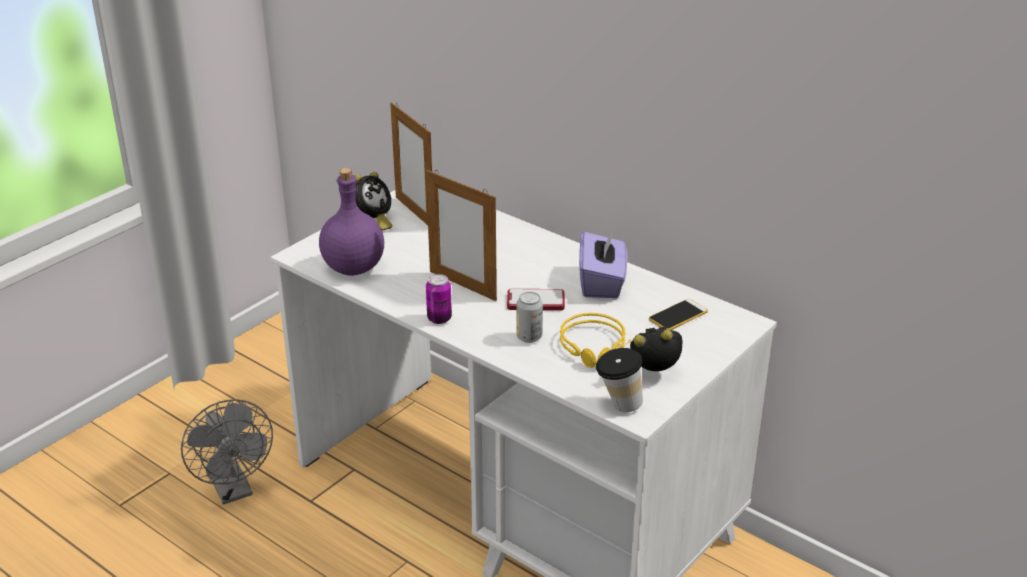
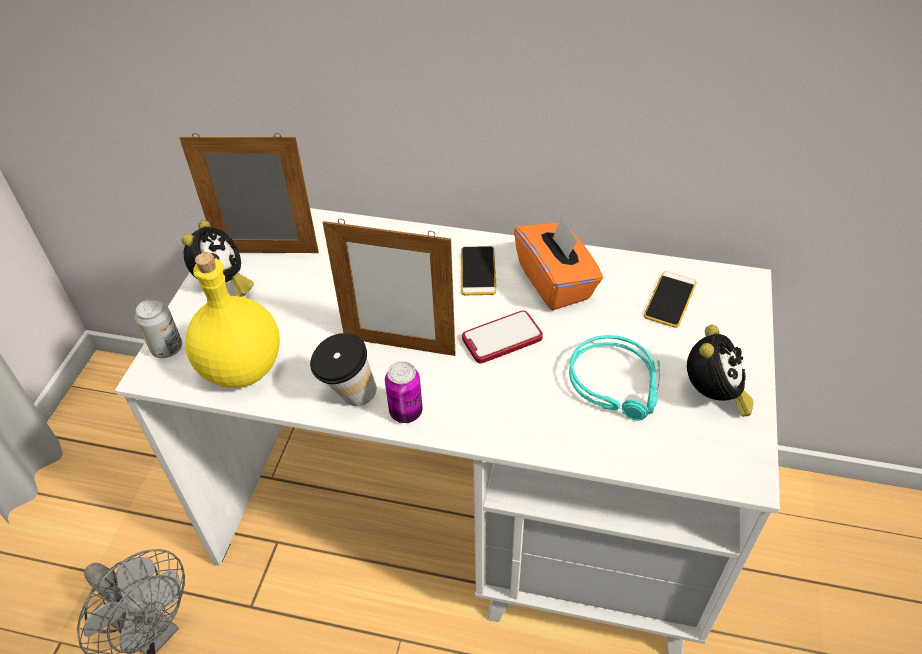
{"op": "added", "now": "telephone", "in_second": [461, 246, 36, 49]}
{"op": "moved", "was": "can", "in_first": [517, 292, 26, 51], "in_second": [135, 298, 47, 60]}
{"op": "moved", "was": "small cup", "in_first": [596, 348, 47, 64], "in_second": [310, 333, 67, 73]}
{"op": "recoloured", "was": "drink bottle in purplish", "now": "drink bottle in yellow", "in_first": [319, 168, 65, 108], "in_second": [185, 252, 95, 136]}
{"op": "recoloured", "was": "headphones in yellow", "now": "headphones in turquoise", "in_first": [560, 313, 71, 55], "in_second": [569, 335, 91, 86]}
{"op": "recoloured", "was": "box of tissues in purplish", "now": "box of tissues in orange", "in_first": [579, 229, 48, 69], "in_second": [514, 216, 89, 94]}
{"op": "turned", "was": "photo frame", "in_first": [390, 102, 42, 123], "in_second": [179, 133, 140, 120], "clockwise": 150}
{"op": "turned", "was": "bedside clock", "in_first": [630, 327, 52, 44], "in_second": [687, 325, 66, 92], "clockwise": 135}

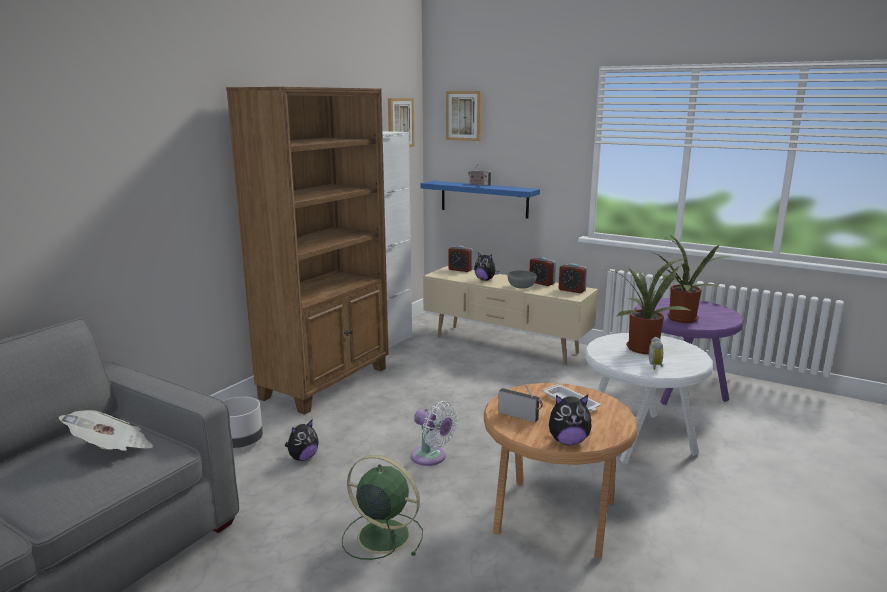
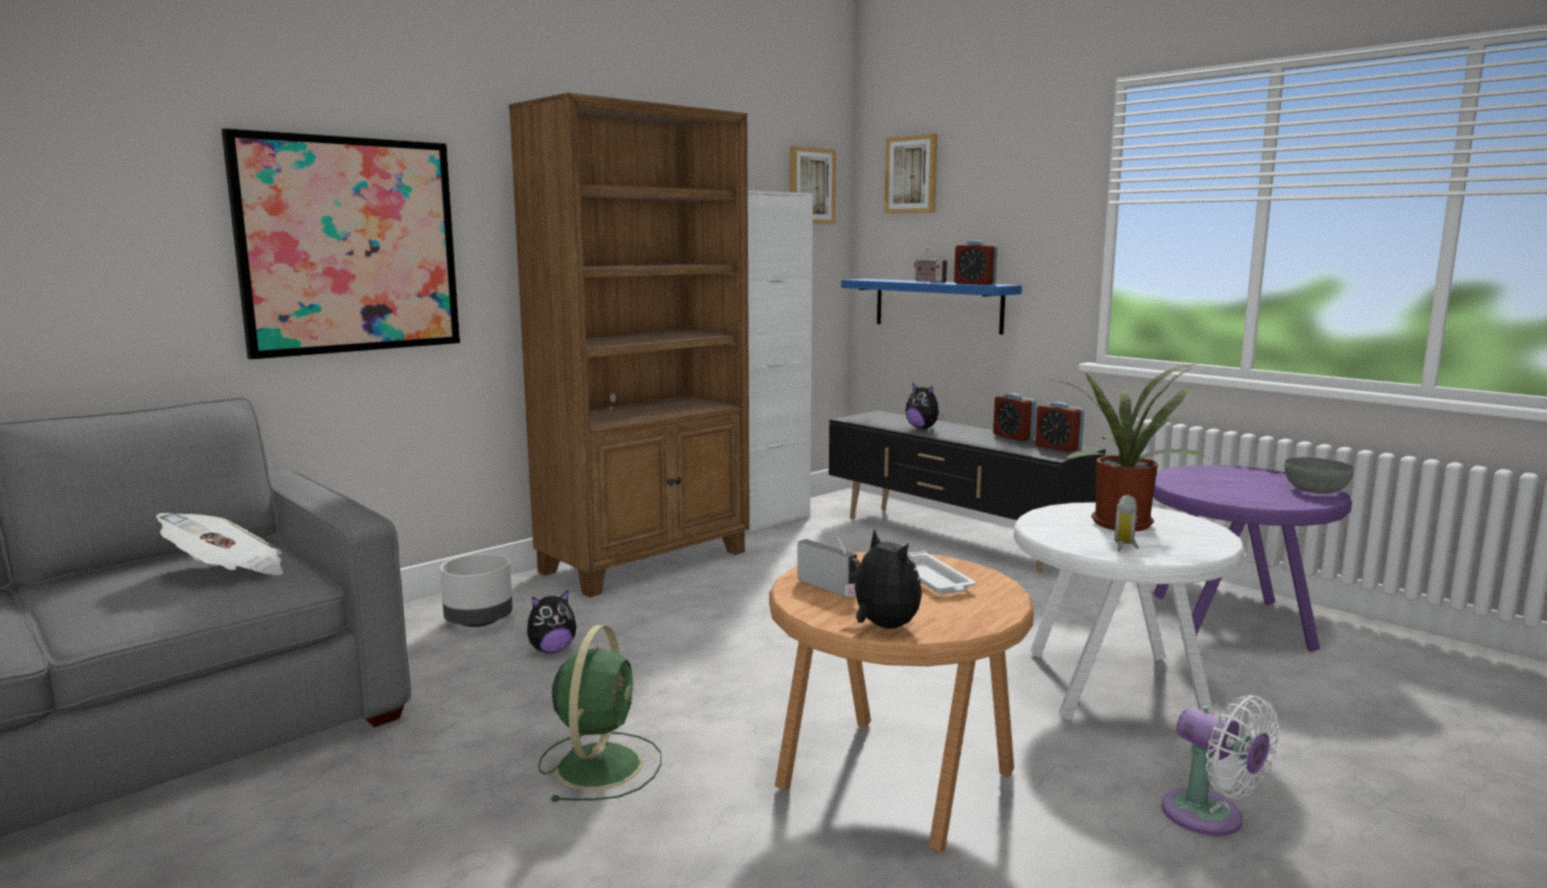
{"op": "removed", "was": "potted plant", "in_first": [654, 234, 74, 89]}
{"op": "added", "now": "wall picture", "in_second": [221, 128, 239, 231]}
{"op": "moved", "was": "electric fan in whitish", "in_first": [411, 401, 46, 65], "in_second": [1161, 695, 118, 141]}
{"op": "moved", "was": "bedside clock", "in_first": [448, 246, 25, 26], "in_second": [954, 240, 43, 45]}
{"op": "moved", "was": "deep dish in gray", "in_first": [508, 270, 29, 19], "in_second": [1284, 457, 70, 37]}
{"op": "recoloured", "was": "media console in sand-coloured", "now": "media console in black", "in_first": [423, 266, 175, 99], "in_second": [829, 411, 277, 161]}
{"op": "turned", "was": "electric fan in green-coloured", "in_first": [342, 455, 81, 105], "in_second": [538, 625, 124, 177], "clockwise": 60}
{"op": "turned", "was": "cuddly toy", "in_first": [549, 395, 43, 50], "in_second": [845, 529, 77, 100], "clockwise": -135}

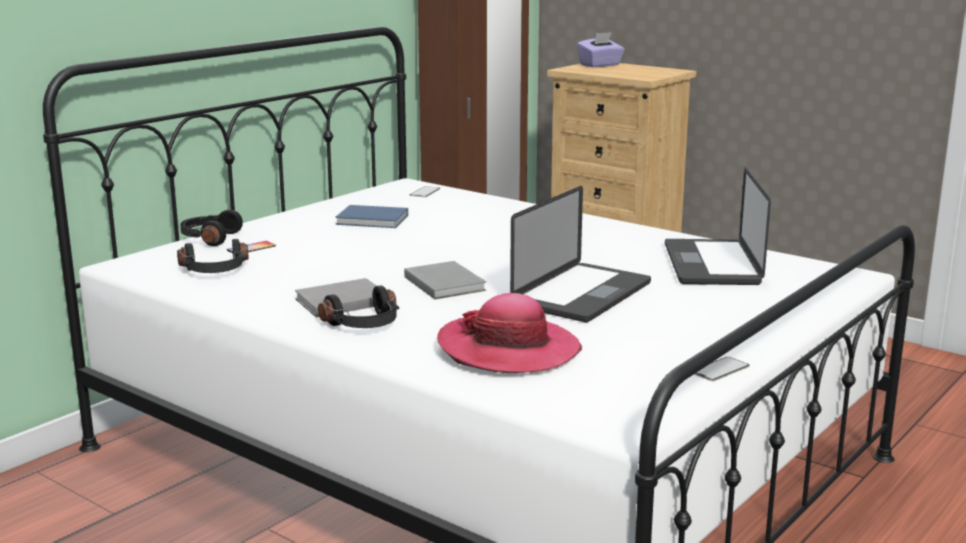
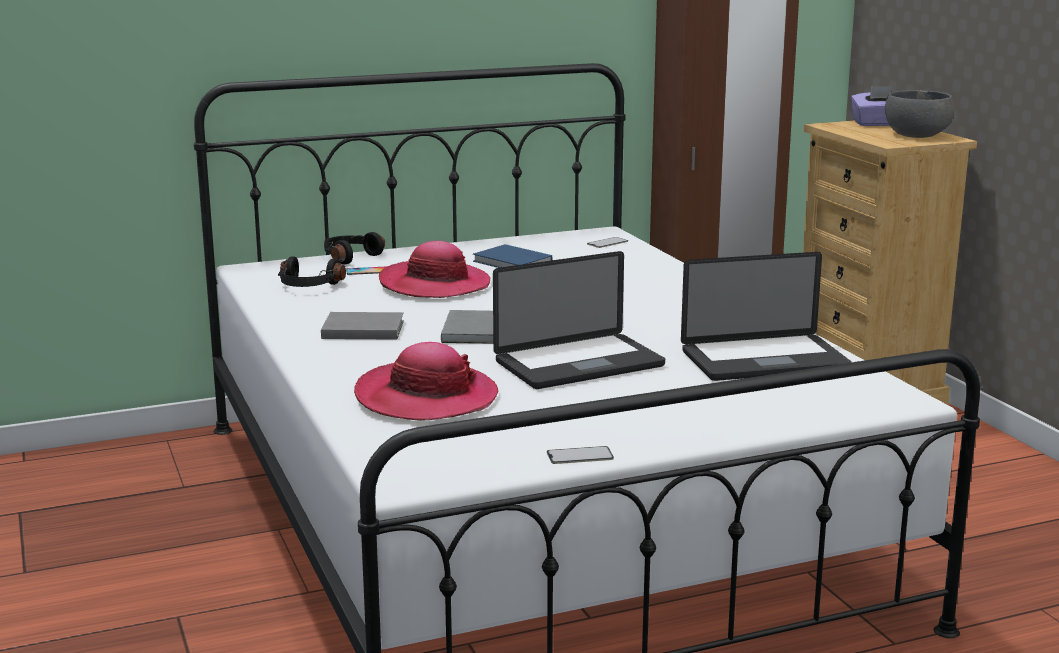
{"op": "removed", "was": "headphones in black", "in_first": [318, 286, 81, 42]}
{"op": "added", "now": "clothing hat", "in_second": [379, 241, 111, 57]}
{"op": "added", "now": "deep dish in gray", "in_second": [885, 90, 69, 48]}
{"op": "turned", "was": "laptop", "in_first": [665, 168, 106, 117], "in_second": [681, 252, 171, 129], "clockwise": -135}

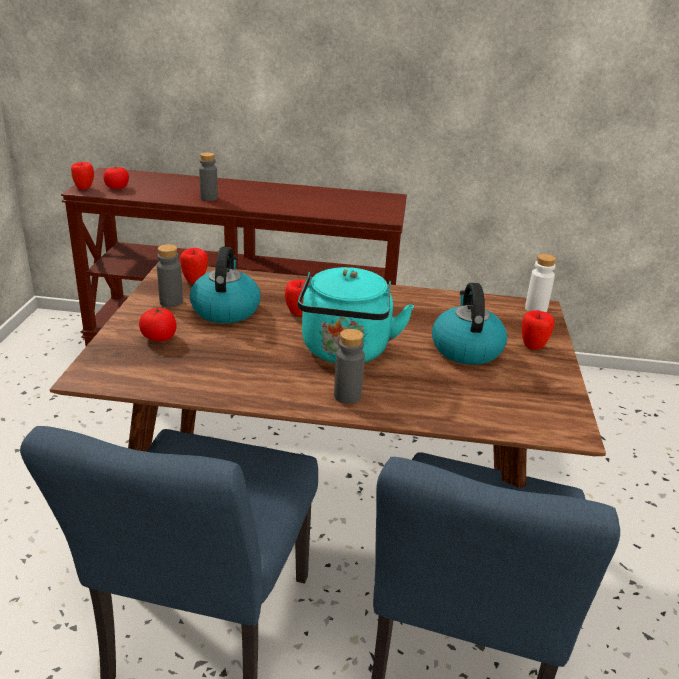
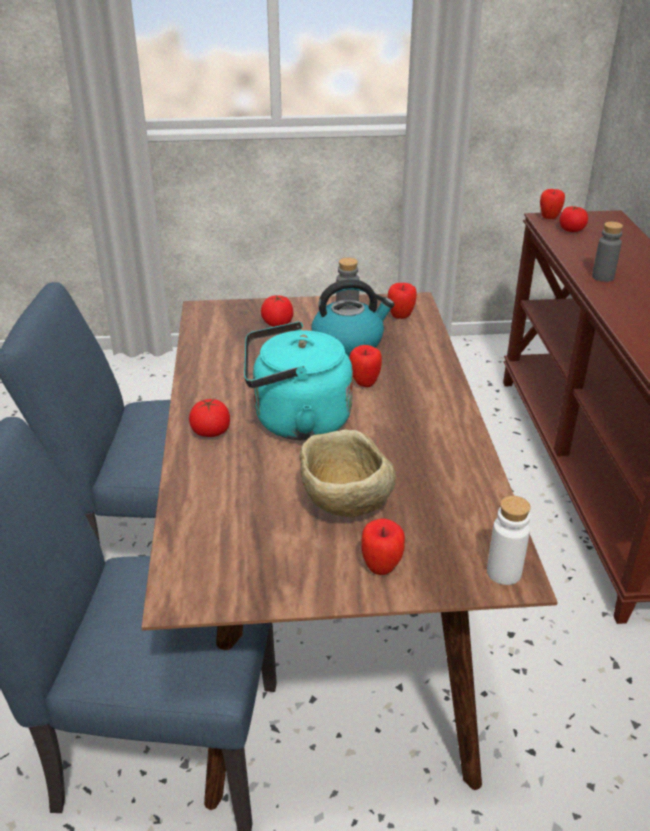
{"op": "replaced", "was": "drink bottle in gray", "now": "whole tomato", "in_first": [334, 329, 31, 75], "in_second": [189, 399, 41, 38]}
{"op": "replaced", "was": "kettle", "now": "deep dish in sand-coloured", "in_first": [432, 283, 75, 82], "in_second": [300, 429, 96, 88]}

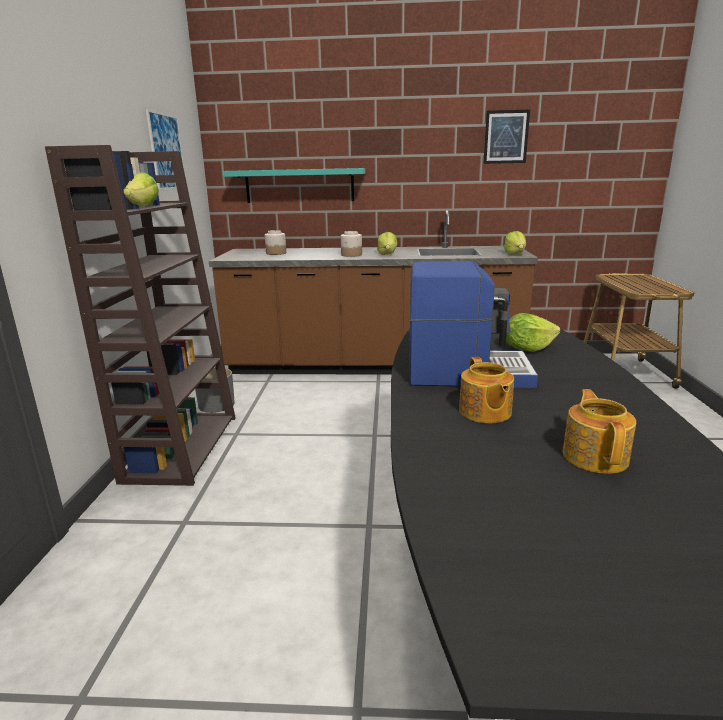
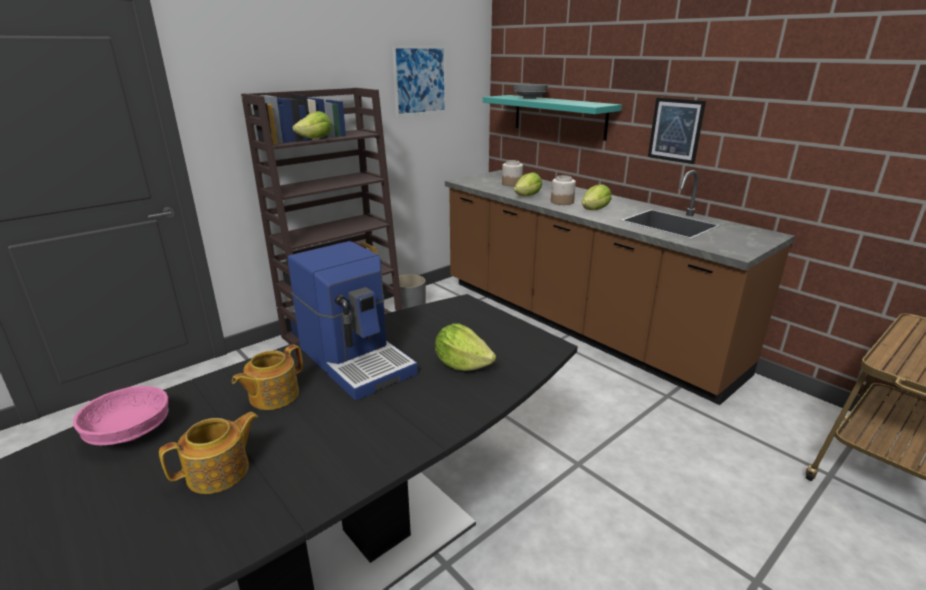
{"op": "added", "now": "deep dish in pinkish", "in_second": [73, 386, 96, 59]}
{"op": "added", "now": "deep dish in gray", "in_second": [513, 84, 35, 15]}
{"op": "moved", "was": "wall picture", "in_first": [483, 110, 47, 54], "in_second": [648, 98, 58, 66]}
{"op": "moved", "was": "lettuce", "in_first": [504, 231, 22, 24], "in_second": [514, 172, 28, 24]}

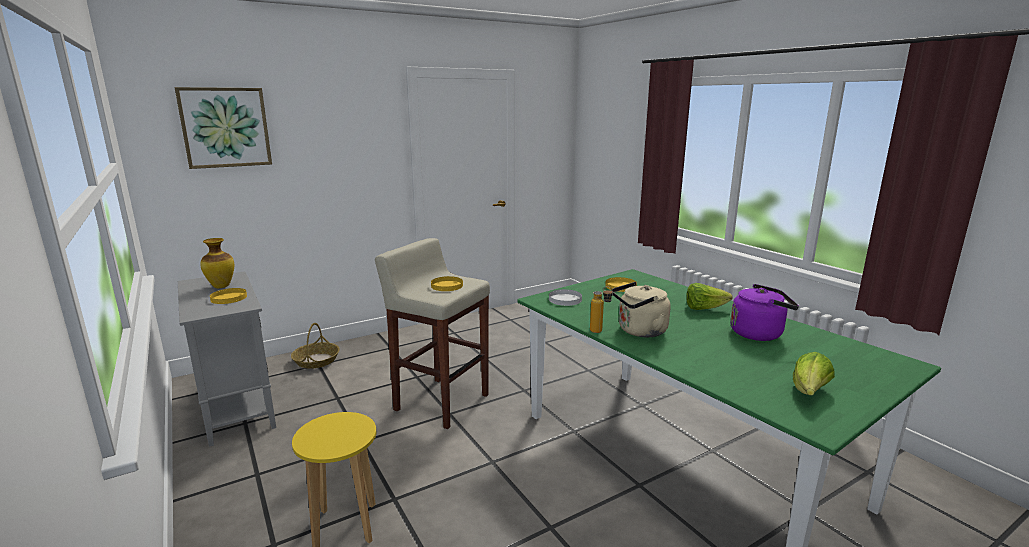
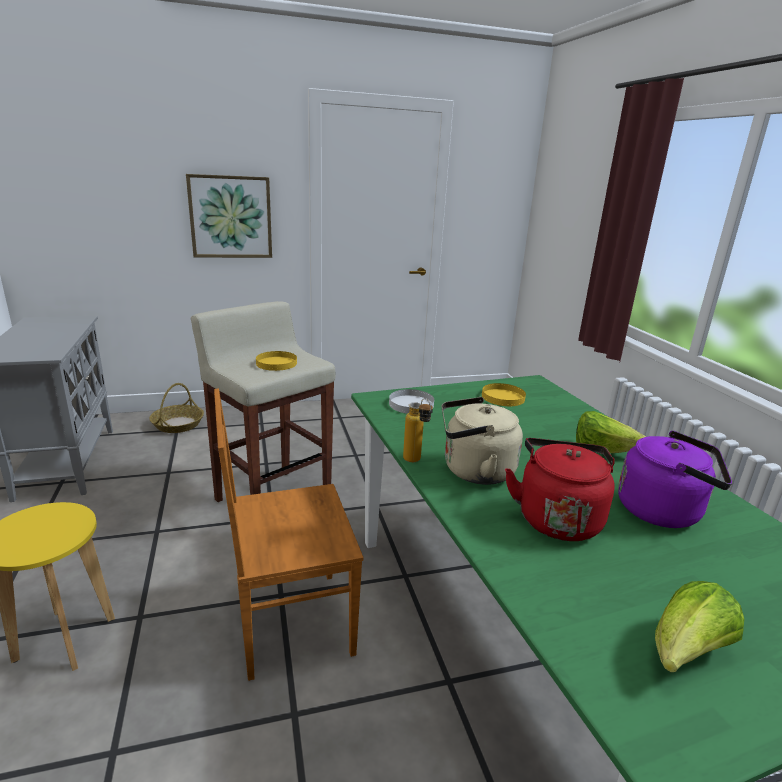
{"op": "removed", "was": "vase", "in_first": [200, 238, 34, 50]}
{"op": "removed", "was": "flat dish in yellow", "in_first": [210, 288, 37, 16]}
{"op": "added", "now": "upright chair in brown", "in_second": [214, 388, 149, 293]}
{"op": "added", "now": "kettle in reddish", "in_second": [505, 438, 110, 103]}
{"op": "moved", "was": "wall picture", "in_first": [175, 87, 97, 82], "in_second": [186, 174, 86, 84]}

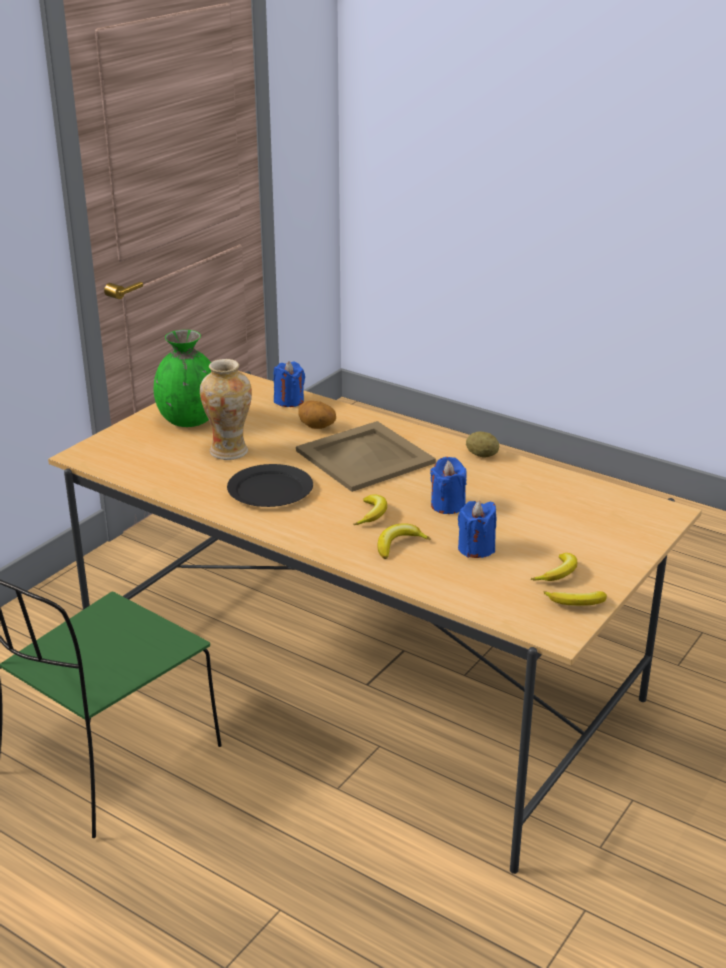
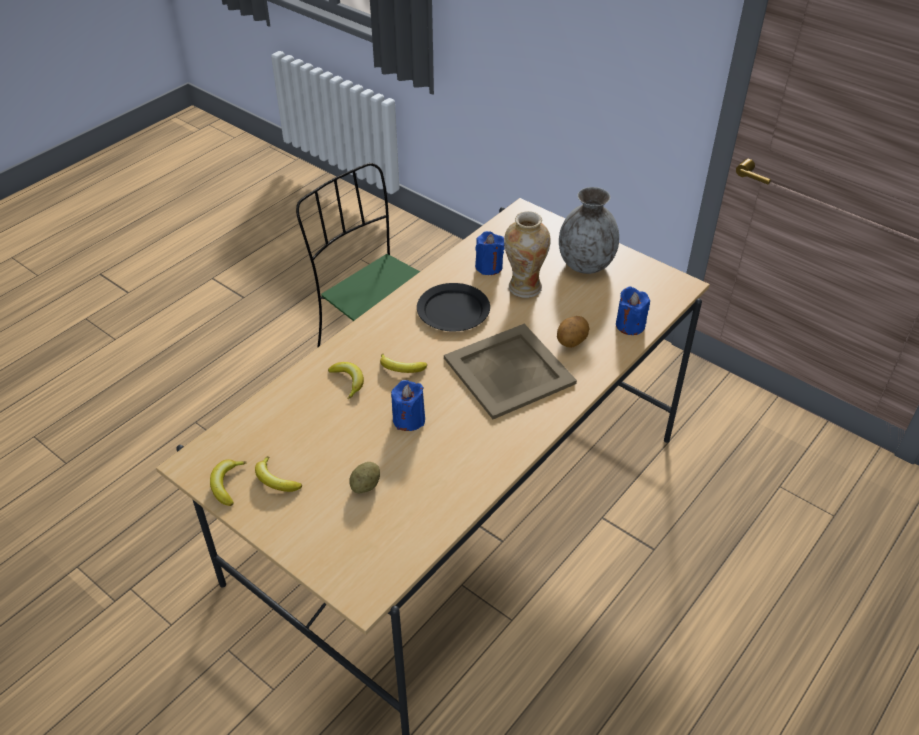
{"op": "moved", "was": "wax light in bluish", "in_first": [458, 501, 38, 57], "in_second": [475, 231, 29, 44]}
{"op": "moved", "was": "potato", "in_first": [466, 431, 33, 27], "in_second": [349, 462, 31, 31]}
{"op": "recoloured", "was": "vase in green-coloured", "now": "vase in gray", "in_first": [154, 330, 57, 97], "in_second": [559, 187, 60, 87]}

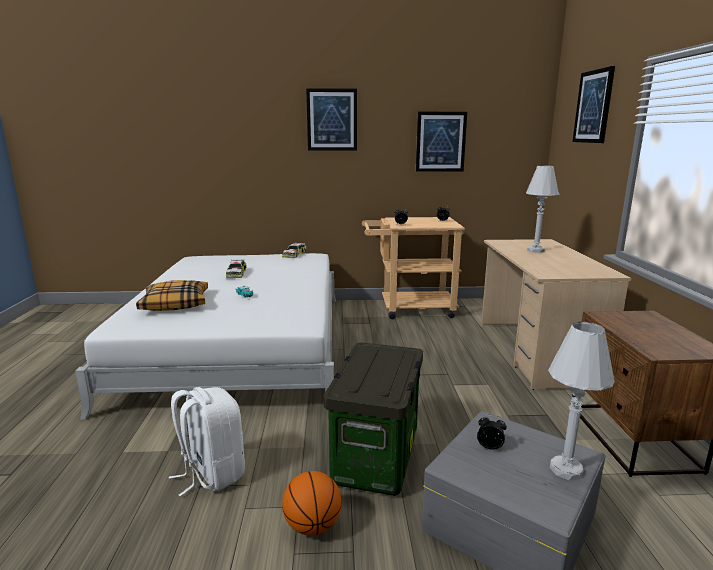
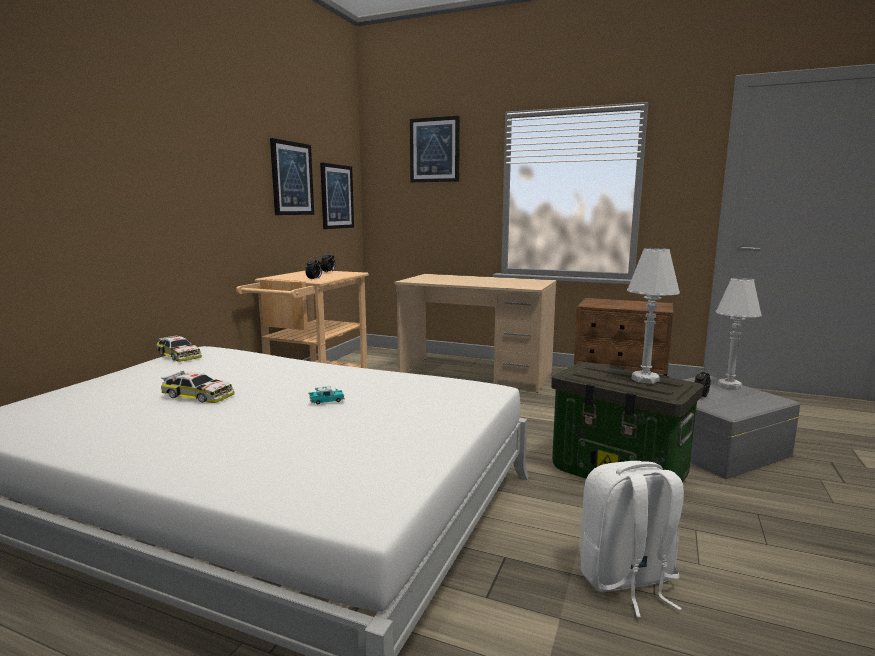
{"op": "removed", "was": "pillow", "in_first": [136, 280, 72, 31]}
{"op": "removed", "was": "basketball", "in_first": [282, 471, 60, 65]}
{"op": "moved", "was": "wall picture", "in_first": [306, 88, 51, 63], "in_second": [320, 163, 34, 66]}
{"op": "moved", "was": "lamp for a table in whitish", "in_first": [526, 165, 33, 88], "in_second": [627, 248, 53, 136]}

